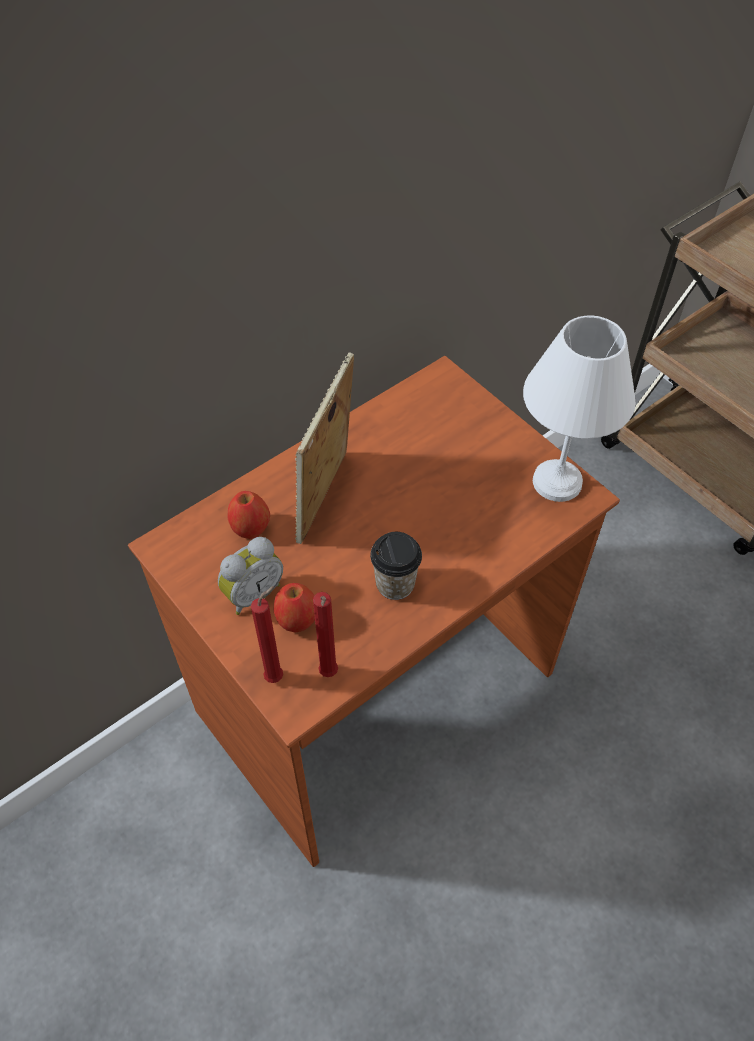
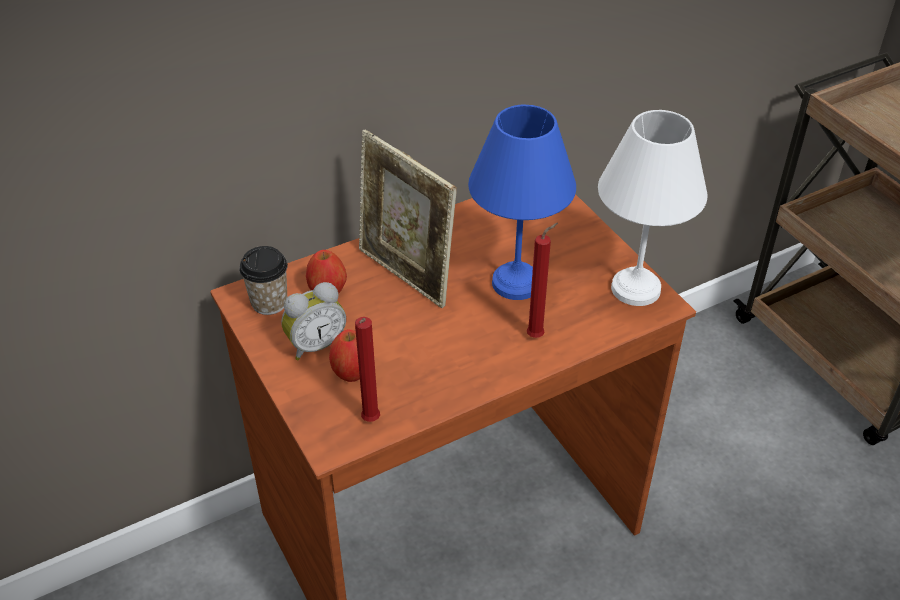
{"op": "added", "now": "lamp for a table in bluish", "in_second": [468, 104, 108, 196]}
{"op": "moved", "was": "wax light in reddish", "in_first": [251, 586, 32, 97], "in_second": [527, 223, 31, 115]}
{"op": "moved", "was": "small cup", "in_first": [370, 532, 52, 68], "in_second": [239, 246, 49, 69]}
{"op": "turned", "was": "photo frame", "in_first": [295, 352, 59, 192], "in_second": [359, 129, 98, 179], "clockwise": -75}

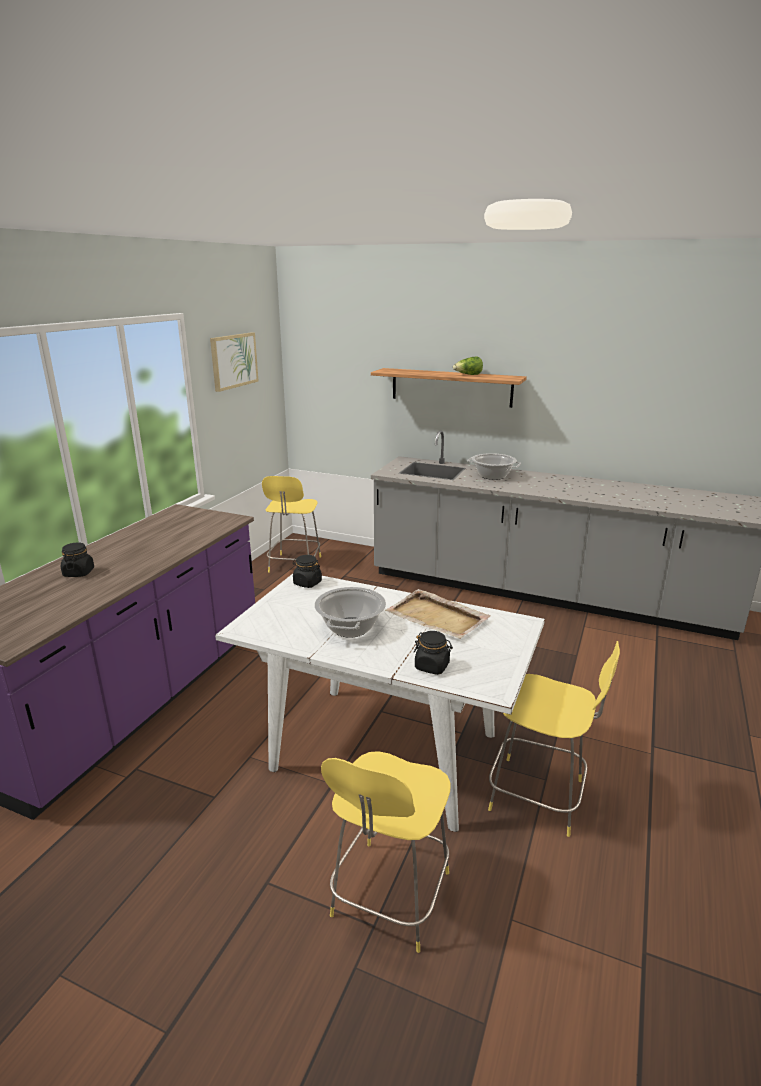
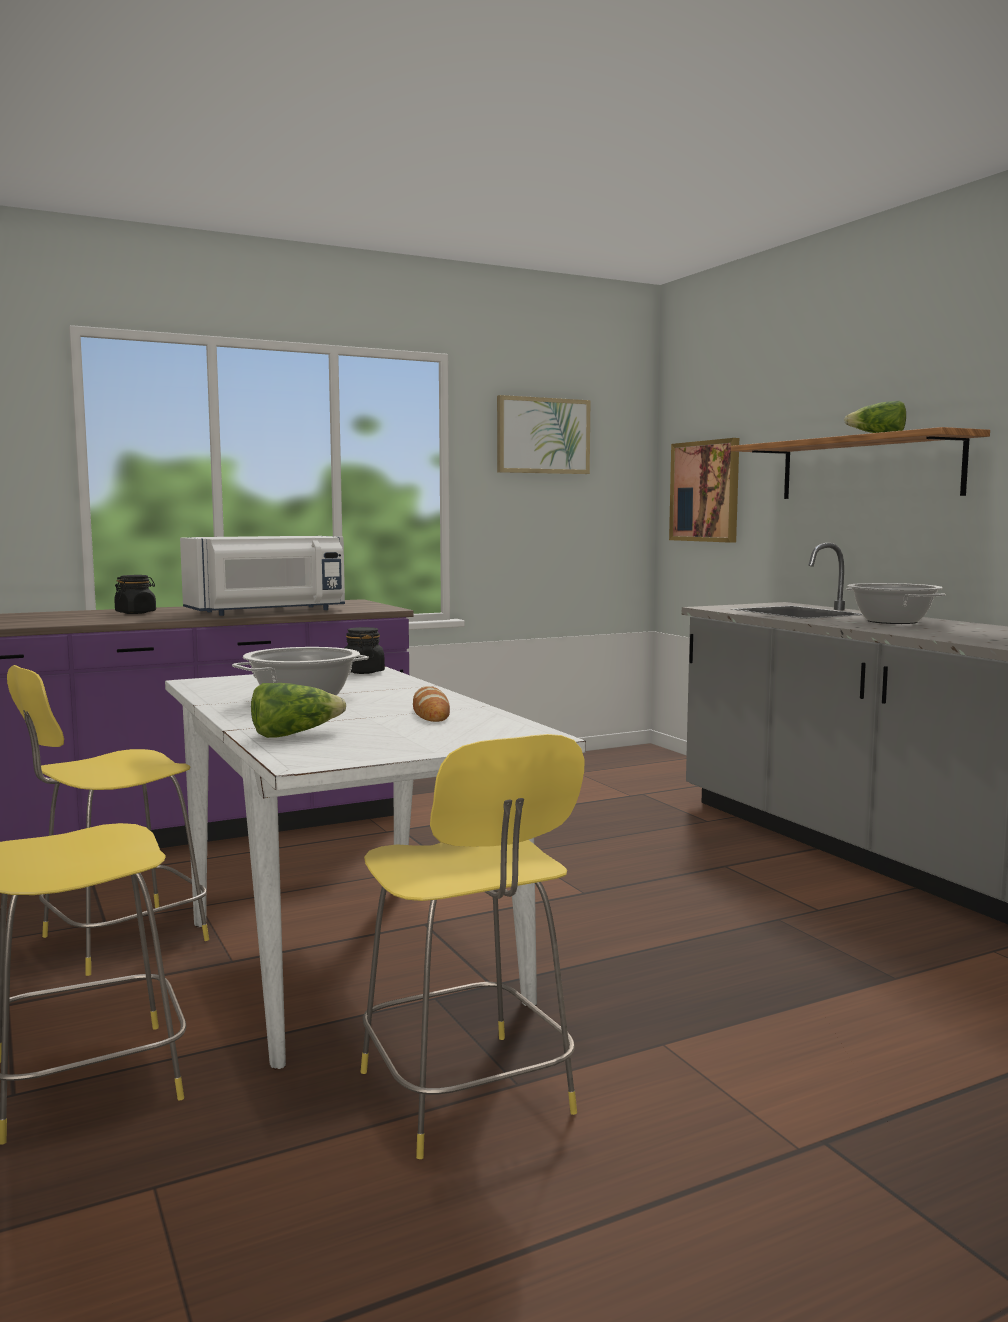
{"op": "added", "now": "microwave in whitish", "in_second": [180, 536, 165, 80]}
{"op": "added", "now": "wall picture", "in_second": [669, 438, 70, 105]}
{"op": "moved", "was": "sitting stool in yellow", "in_first": [262, 476, 59, 97], "in_second": [7, 665, 202, 311]}
{"op": "replaced", "was": "carrying tray in sand-coloured", "now": "baked bread", "in_first": [385, 589, 106, 50], "in_second": [413, 686, 37, 36]}
{"op": "replaced", "was": "storage jar in black", "now": "lettuce", "in_first": [414, 631, 39, 44], "in_second": [251, 683, 95, 55]}

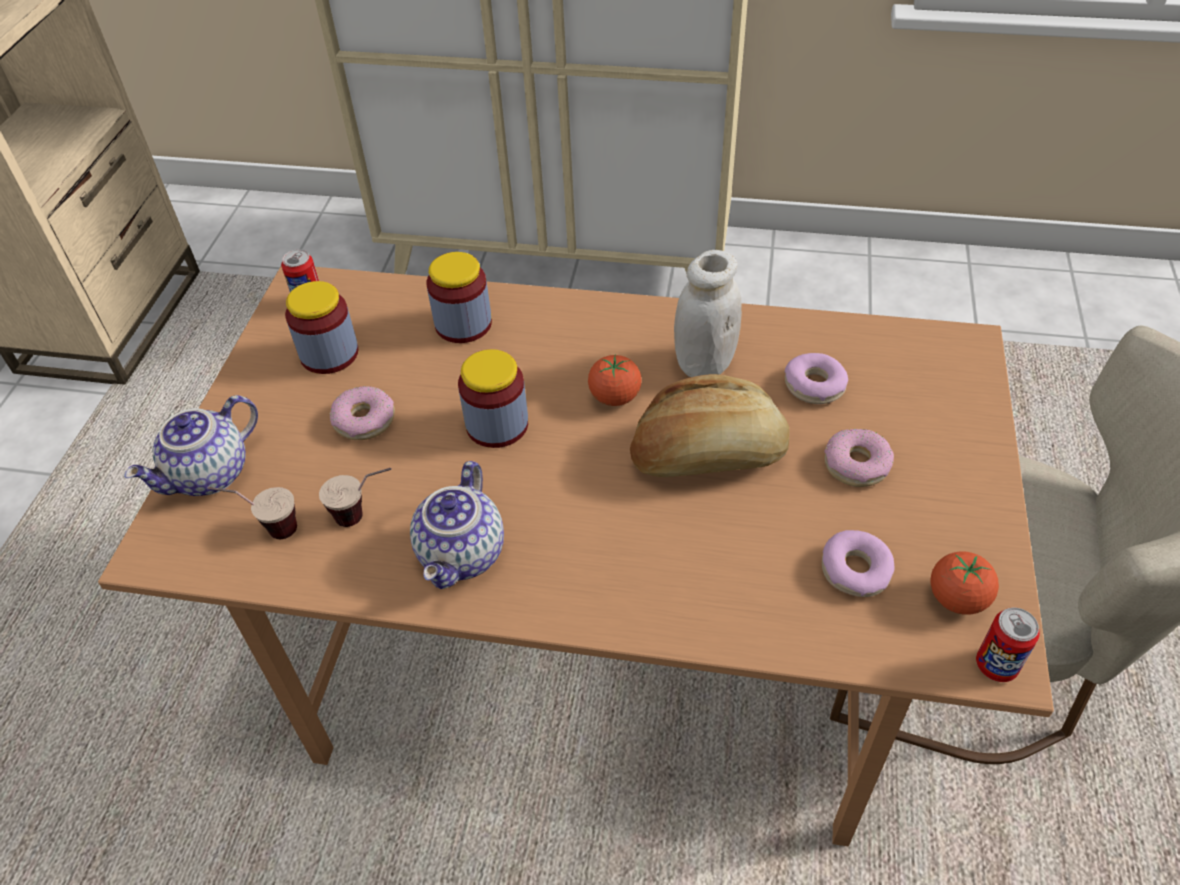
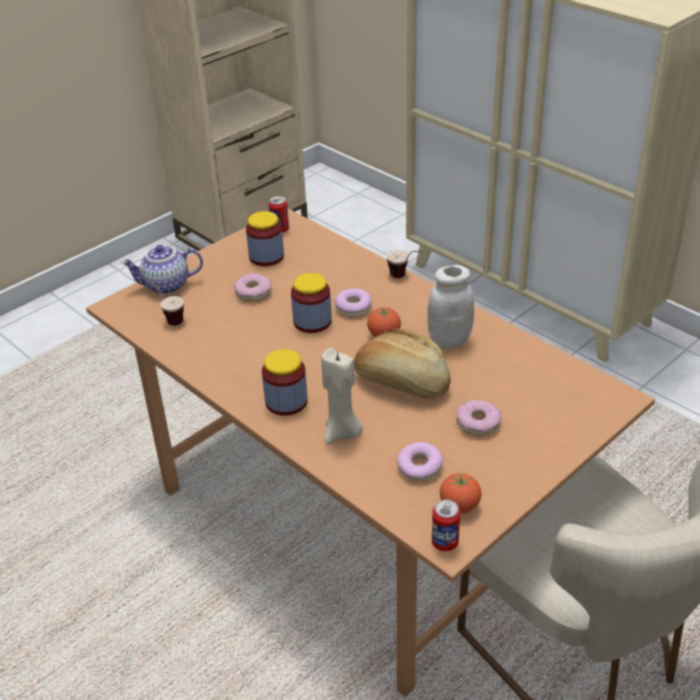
{"op": "removed", "was": "tea pot", "in_first": [410, 461, 94, 128]}
{"op": "added", "now": "wax light in sand-coloured", "in_second": [321, 348, 42, 96]}
{"op": "moved", "was": "small cup", "in_first": [319, 468, 73, 59], "in_second": [386, 250, 38, 28]}
{"op": "moved", "was": "storage jar", "in_first": [426, 252, 66, 91], "in_second": [262, 349, 45, 67]}
{"op": "moved", "was": "donut", "in_first": [785, 353, 63, 51], "in_second": [335, 288, 36, 29]}

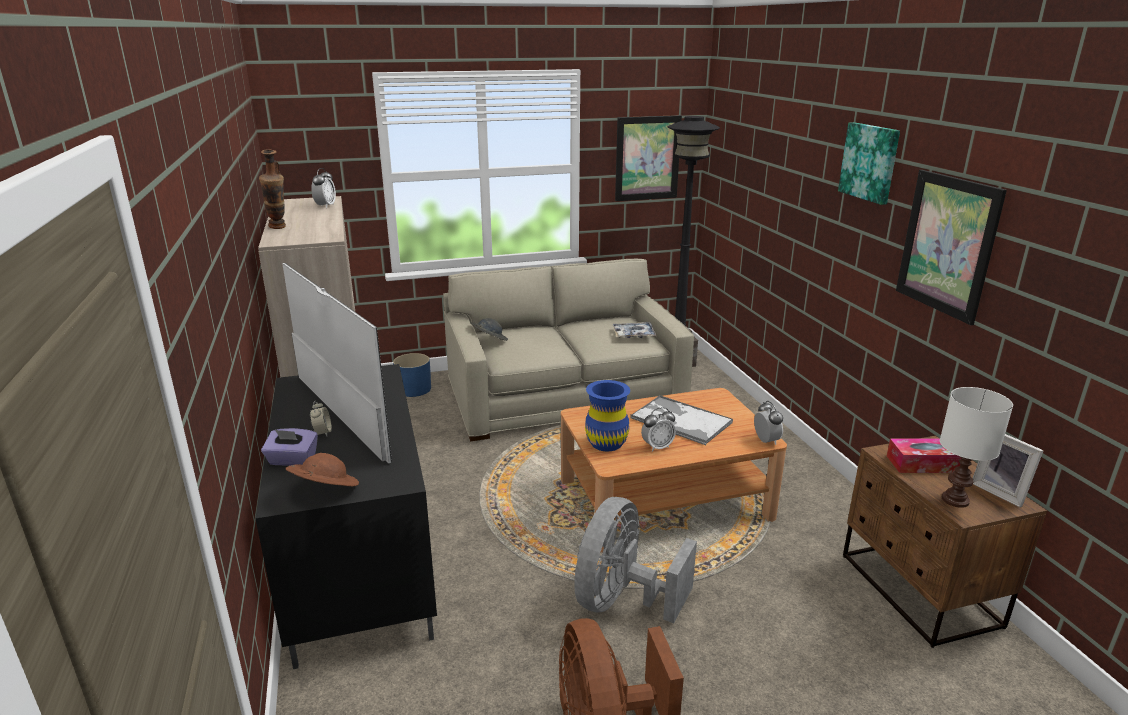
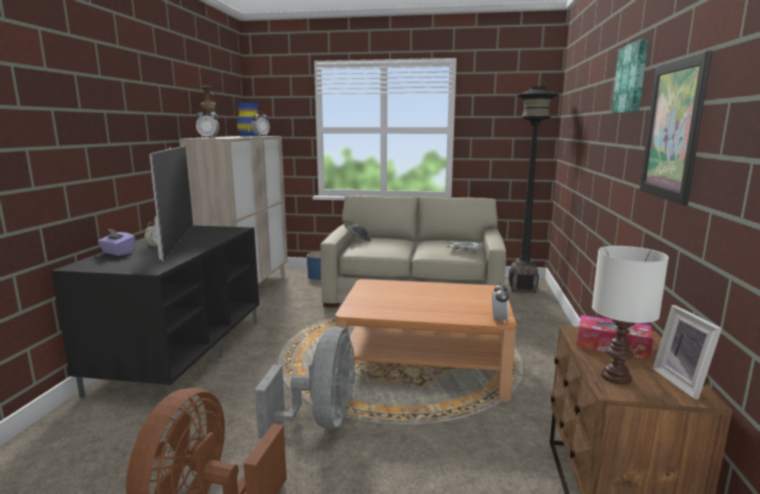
{"op": "removed", "was": "clothing hat in brown", "in_first": [286, 453, 73, 33]}
{"op": "removed", "was": "wall picture", "in_first": [615, 115, 67, 86]}
{"op": "removed", "was": "carrying tray", "in_first": [630, 395, 103, 50]}
{"op": "moved", "was": "vase in bluish", "in_first": [585, 380, 45, 71], "in_second": [236, 102, 23, 34]}
{"op": "moved", "was": "bedside clock", "in_first": [641, 407, 35, 45], "in_second": [196, 108, 23, 30]}
{"op": "turned", "was": "electric fan in gray", "in_first": [574, 497, 123, 126], "in_second": [255, 326, 100, 113], "clockwise": 135}

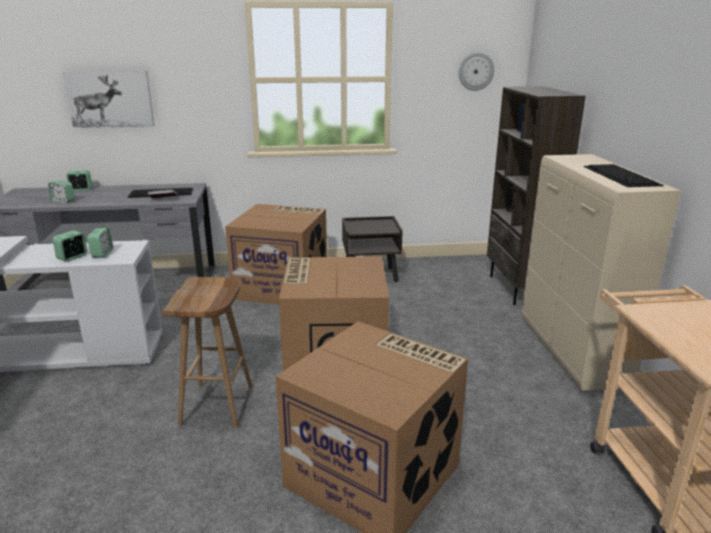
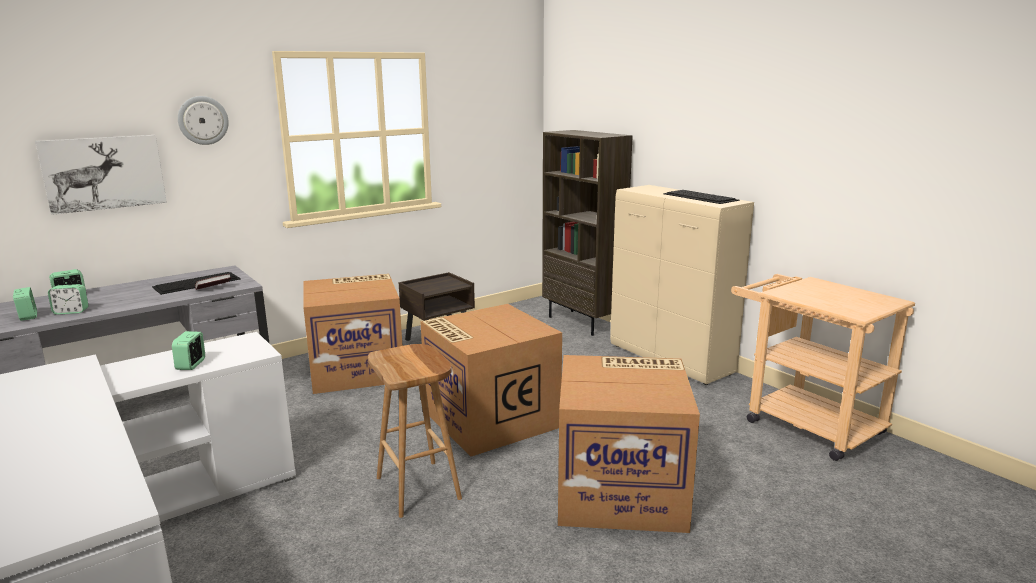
{"op": "moved", "was": "bedside clock", "in_first": [87, 228, 26, 30], "in_second": [13, 287, 24, 34]}
{"op": "moved", "was": "wall clock", "in_first": [459, 52, 36, 39], "in_second": [178, 96, 51, 49]}

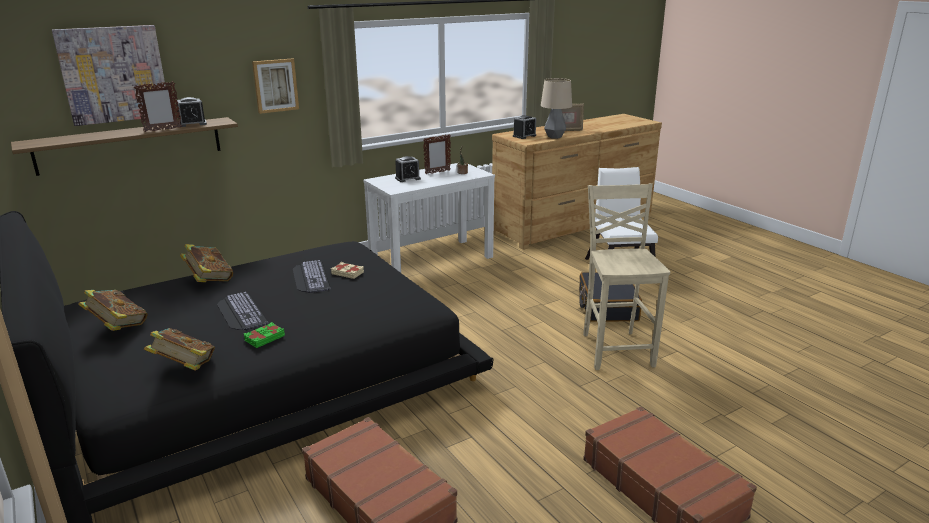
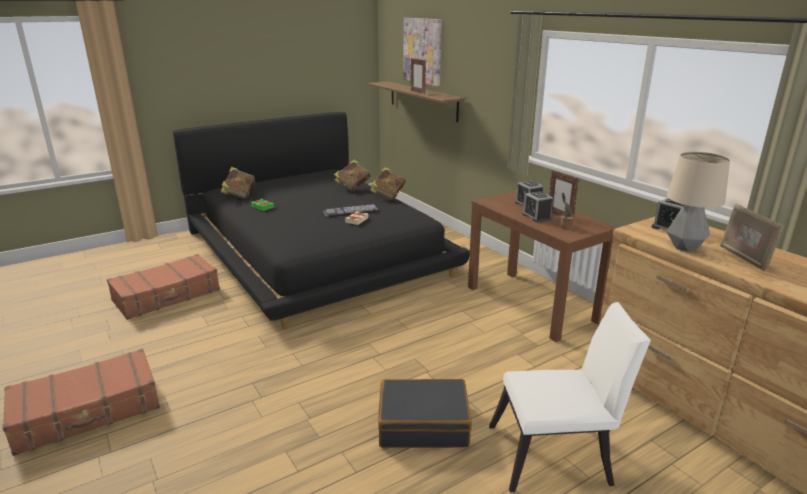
{"op": "removed", "was": "keyboard", "in_first": [217, 292, 51, 38]}
{"op": "removed", "was": "wall picture", "in_first": [252, 58, 47, 56]}
{"op": "removed", "was": "upright chair in sand-coloured", "in_first": [583, 183, 87, 187]}
{"op": "moved", "was": "book", "in_first": [78, 290, 70, 41], "in_second": [370, 167, 36, 33]}
{"op": "moved", "was": "bedside clock", "in_first": [177, 97, 30, 30], "in_second": [522, 191, 31, 32]}
{"op": "recoloured", "was": "hall table in whitish", "now": "hall table in brown", "in_first": [363, 163, 132, 110], "in_second": [468, 191, 150, 151]}

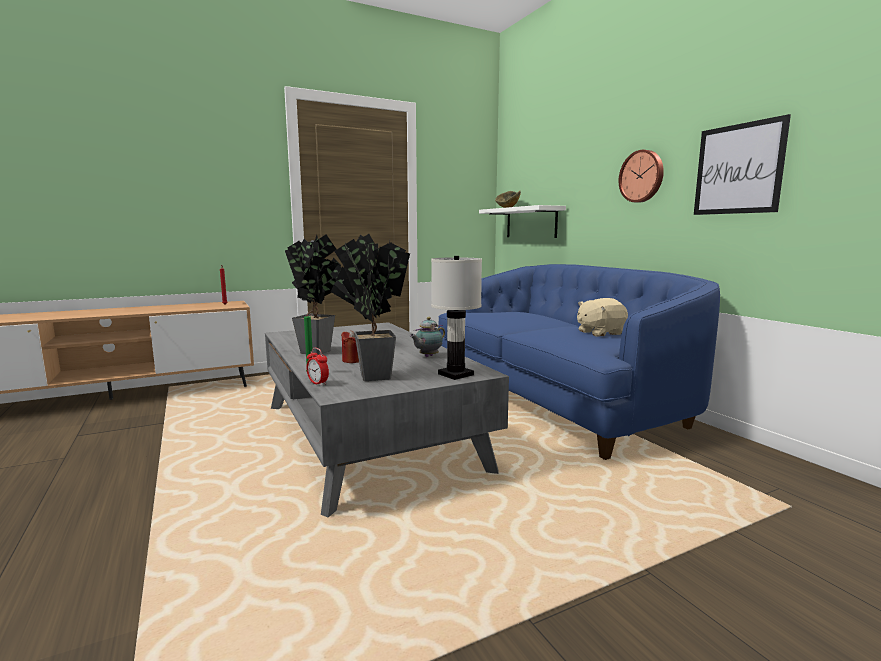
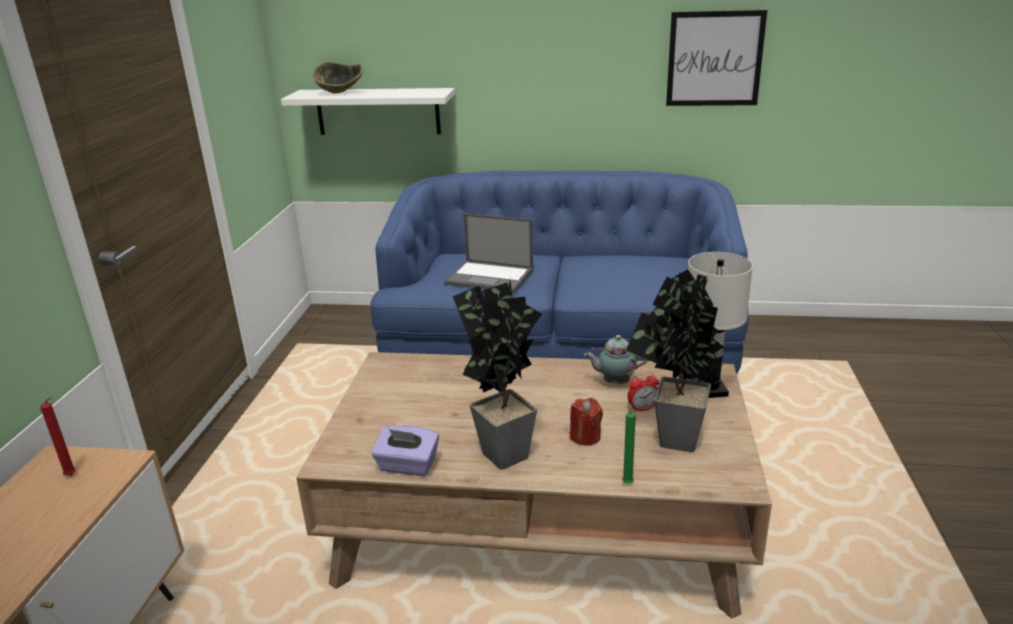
{"op": "removed", "was": "cuddly toy in sand-coloured", "in_first": [577, 298, 51, 39]}
{"op": "removed", "was": "wall clock", "in_first": [619, 150, 45, 53]}
{"op": "added", "now": "box of tissues in purplish", "in_second": [371, 425, 68, 51]}
{"op": "added", "now": "laptop", "in_second": [444, 213, 89, 80]}
{"op": "moved", "was": "bedside clock", "in_first": [306, 348, 23, 38], "in_second": [628, 372, 31, 40]}
{"op": "recoloured", "was": "lounge table in gray", "now": "lounge table in brown", "in_first": [265, 322, 244, 195], "in_second": [296, 352, 476, 267]}
{"op": "turned", "was": "tea pot", "in_first": [410, 317, 35, 40], "in_second": [584, 335, 64, 49], "clockwise": 105}

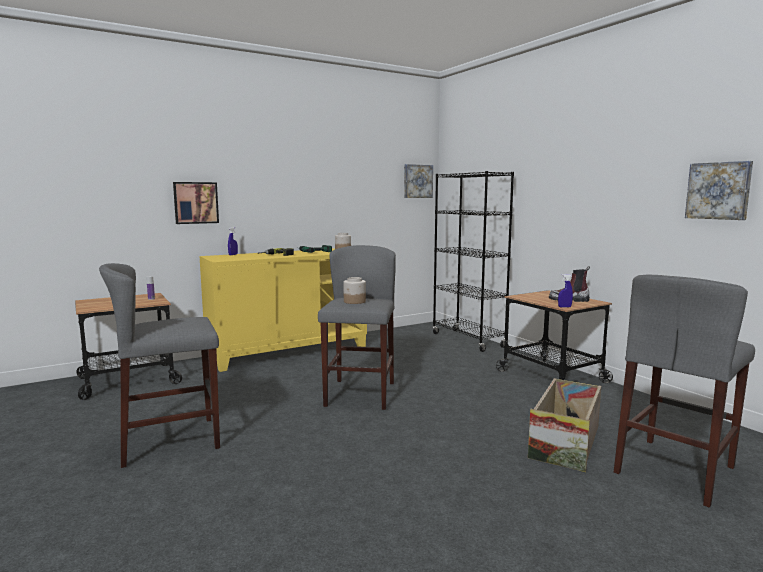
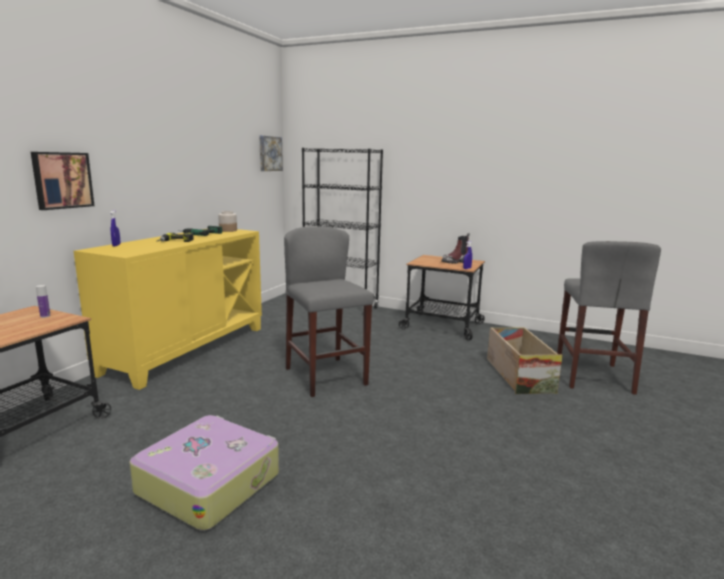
{"op": "removed", "was": "storage jar", "in_first": [343, 277, 23, 27]}
{"op": "removed", "was": "wall picture", "in_first": [685, 161, 68, 59]}
{"op": "replaced", "was": "sitting stool in gray", "now": "travel case", "in_first": [99, 263, 121, 205], "in_second": [130, 415, 149, 115]}

